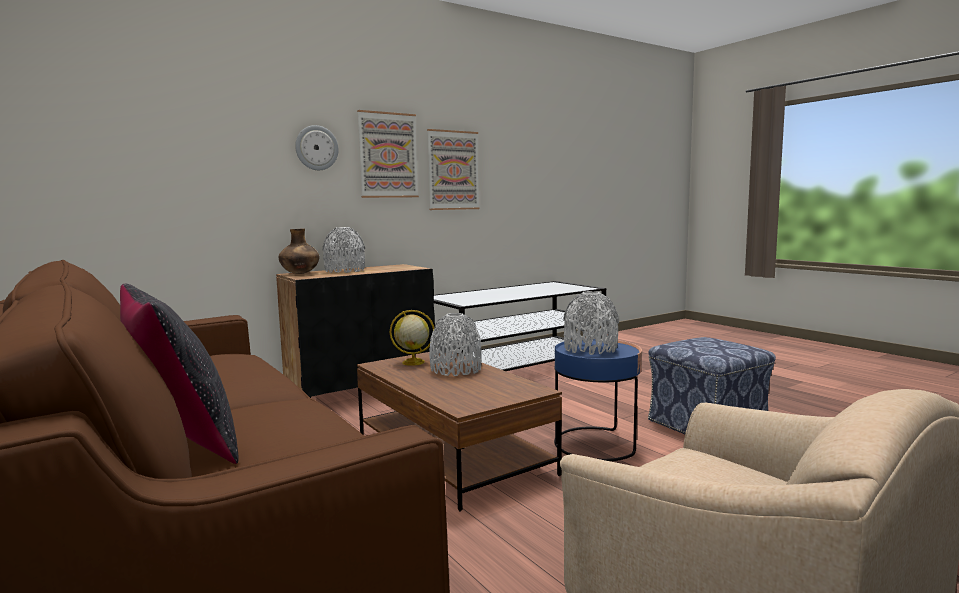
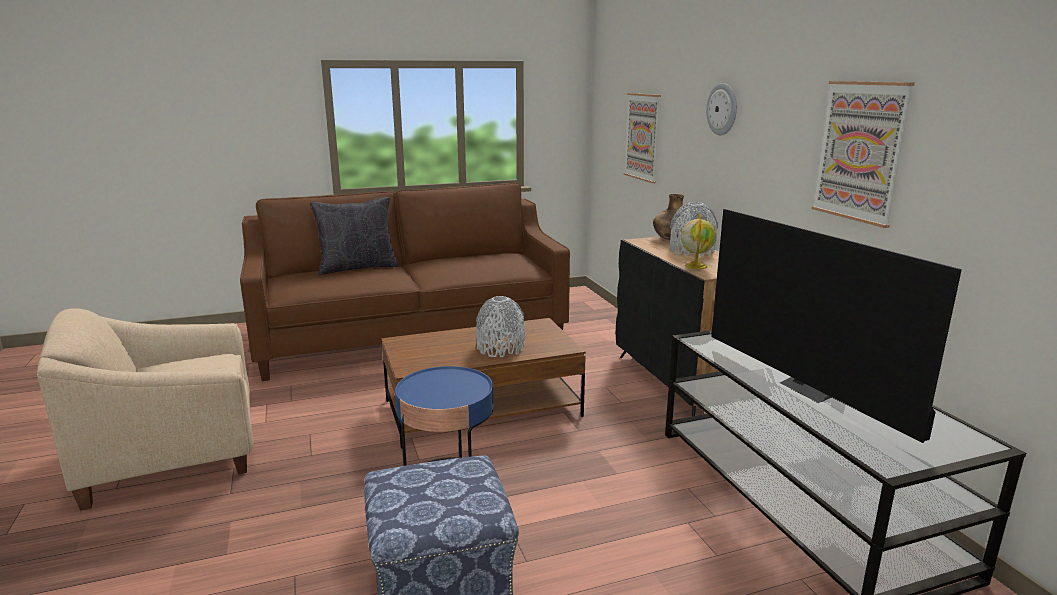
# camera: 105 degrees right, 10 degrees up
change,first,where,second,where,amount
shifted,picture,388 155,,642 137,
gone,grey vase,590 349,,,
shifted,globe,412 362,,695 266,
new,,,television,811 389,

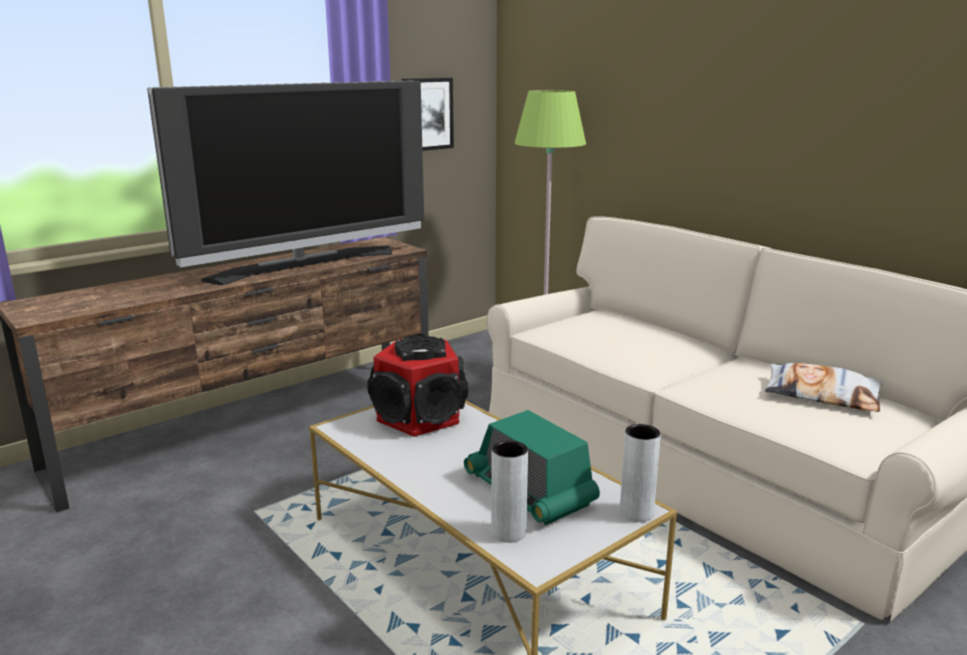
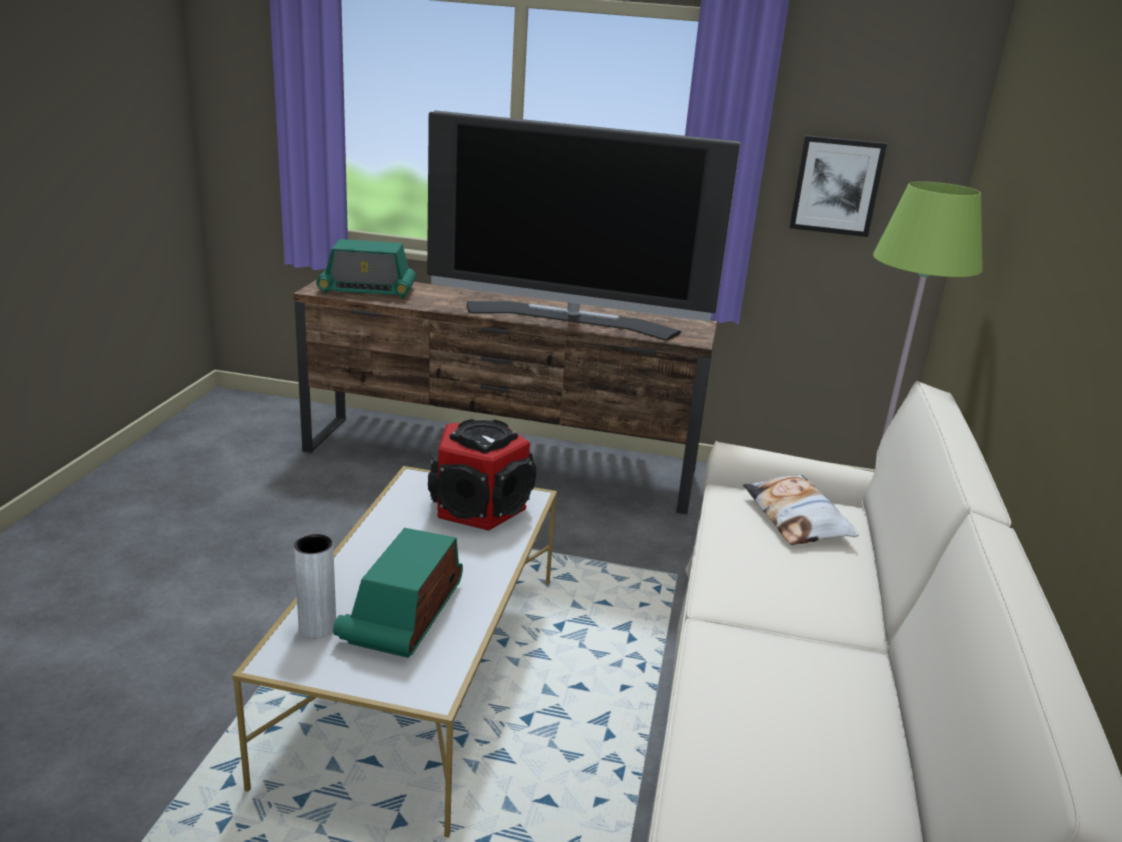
# camera: 50 degrees right, 5 degrees up
change,first,where,second,where,amount
shifted,pillow,822 395,,797 518,
gone,grey vase,636 513,,,
new,,,radio,367 290,

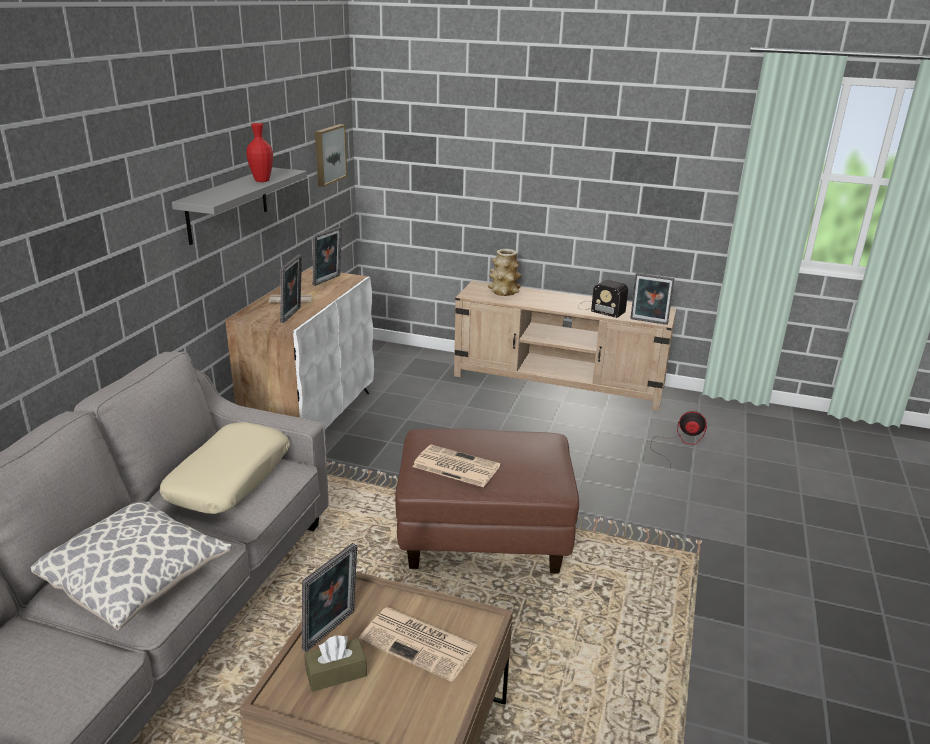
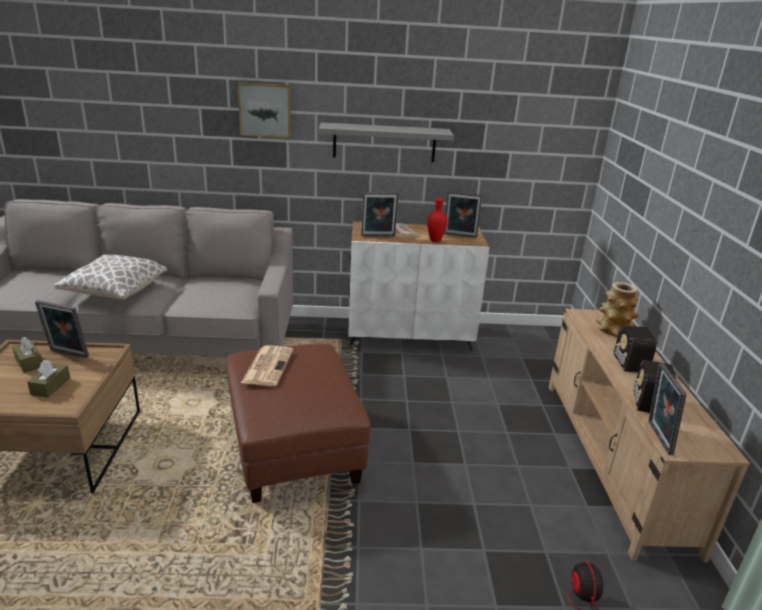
# camera: 70 degrees right, 0 degrees up
change,first,where,second,where,amount
shifted,red vase,262 181,,435 240,
shifted,picture,328 154,,265 110,
gone,beige pillow,229 478,,,
swapped,newspaper,420 643,brown tissue box,50 386,
new,,,radio,629 356,

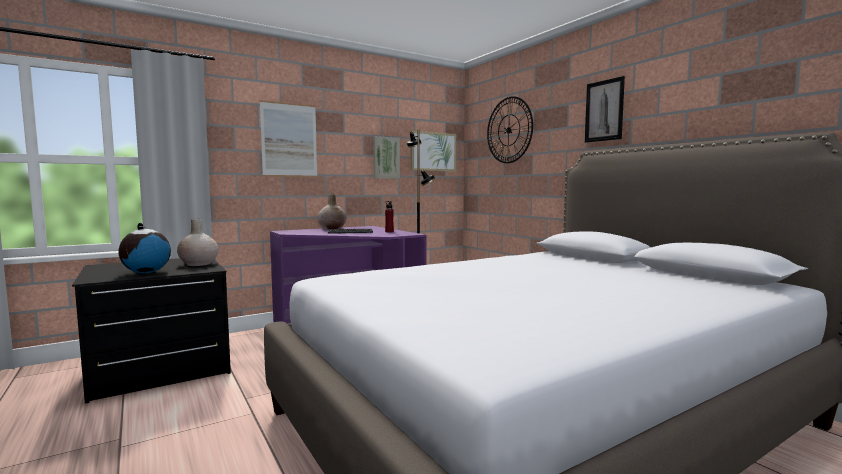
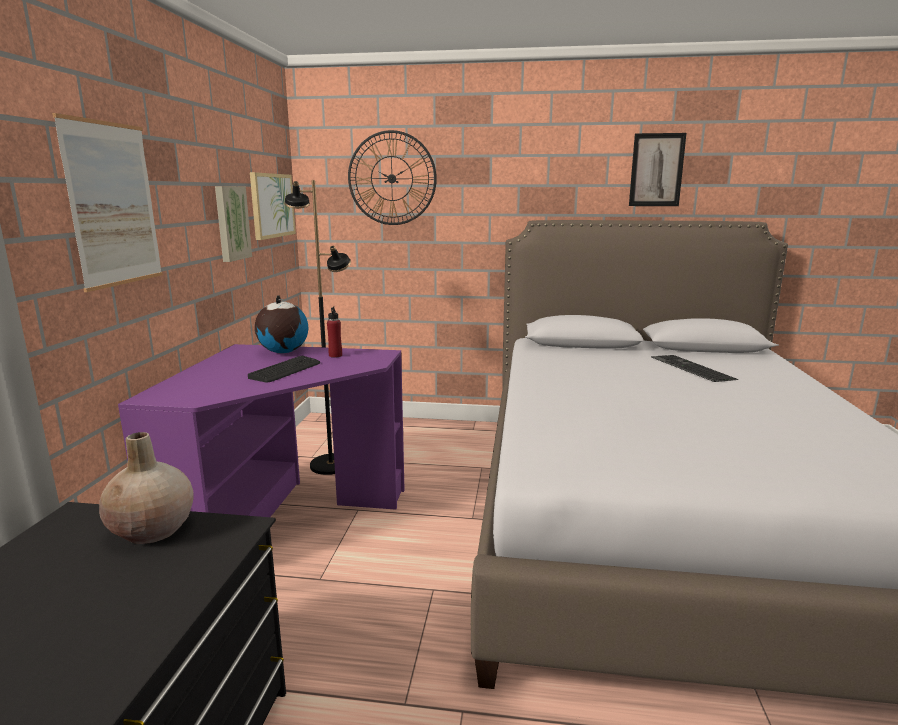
# camera: 50 degrees left, 10 degrees up
change,first,where,second,where,amount
shifted,picture,604 110,,656 170,
gone,beige vase,332 228,,,
shifted,globe,146 272,,283 352,
new,,,keyboard,689 368,

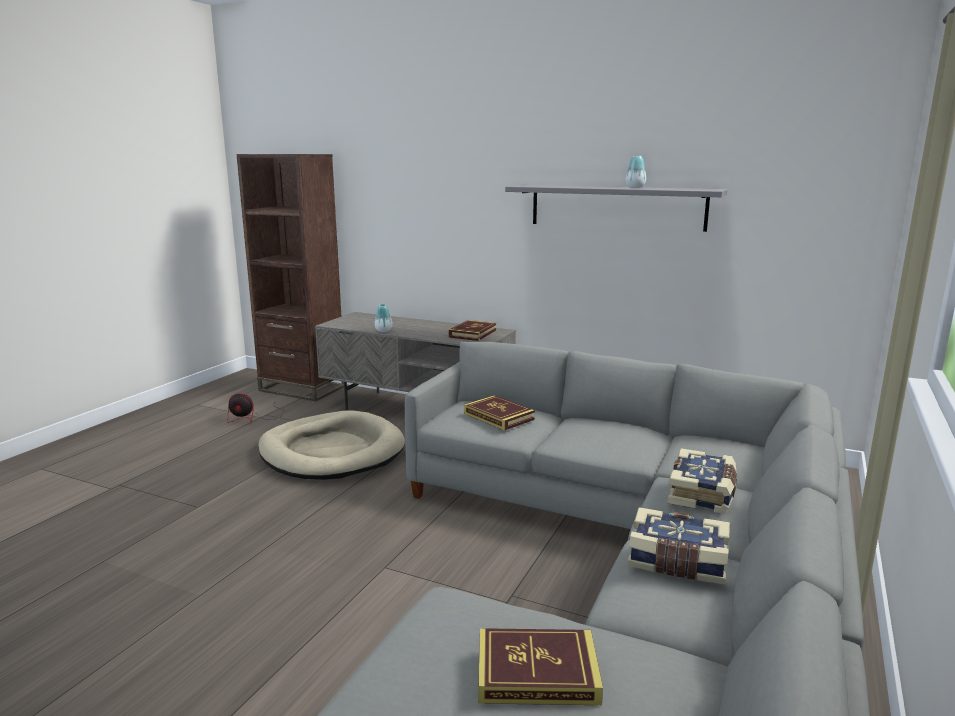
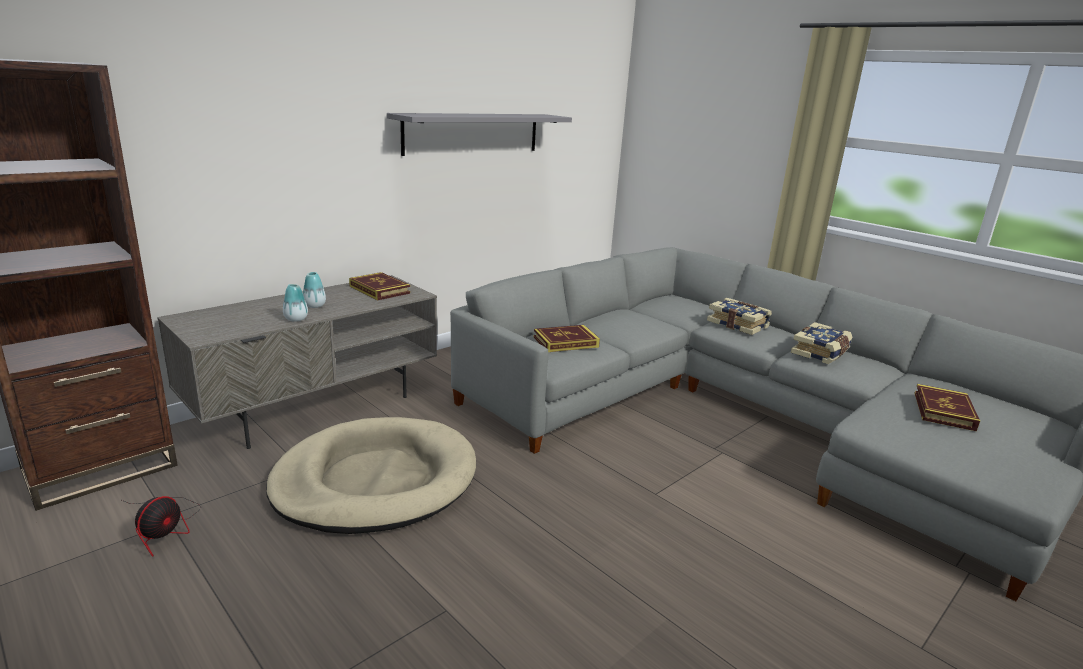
# camera: 70 degrees left, 5 degrees up
change,first,where,second,where,amount
shifted,vase,635 187,,314 306,

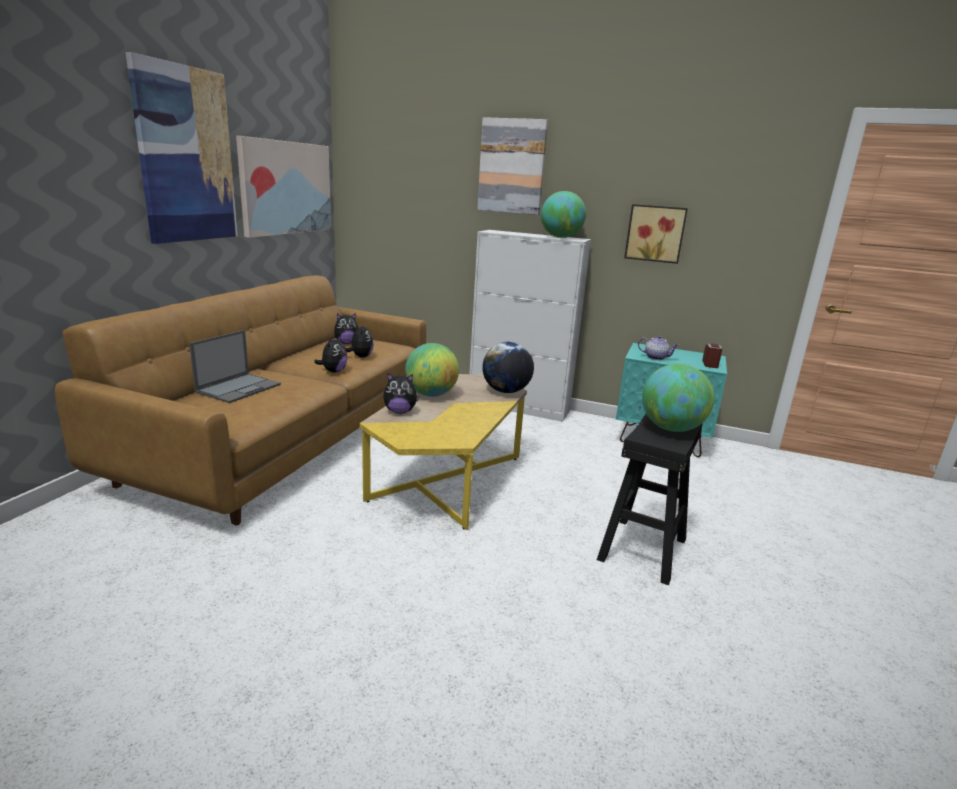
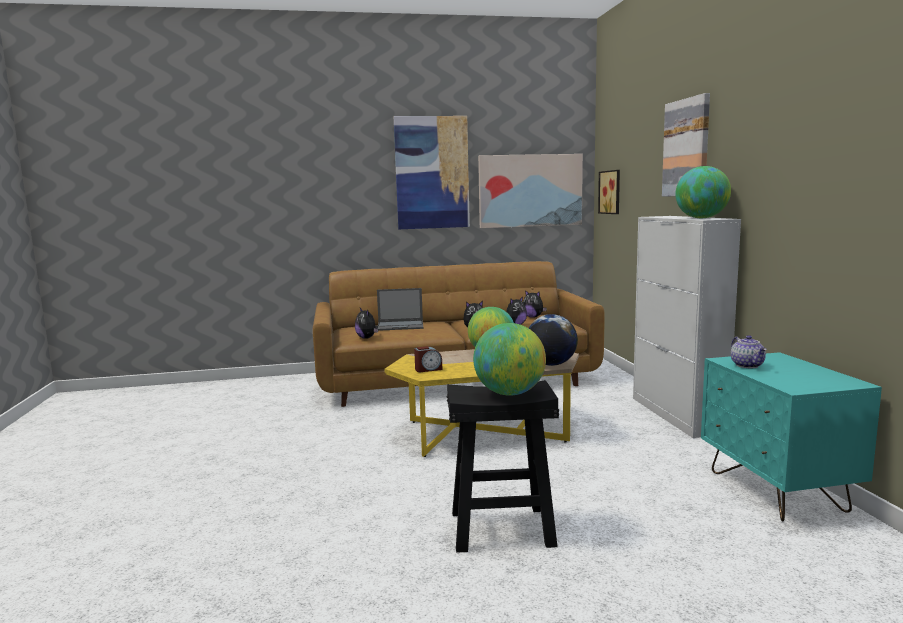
# camera: 60 degrees right, 10 degrees down
change,first,where,second,where,amount
shifted,picture,655 233,,611 192,
shifted,alarm clock,710 364,,428 369,
shifted,plush toy,400 411,,367 338,

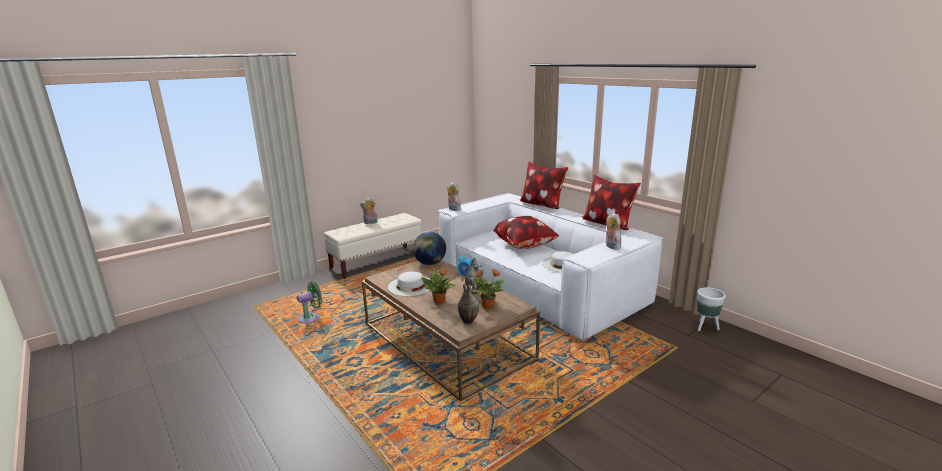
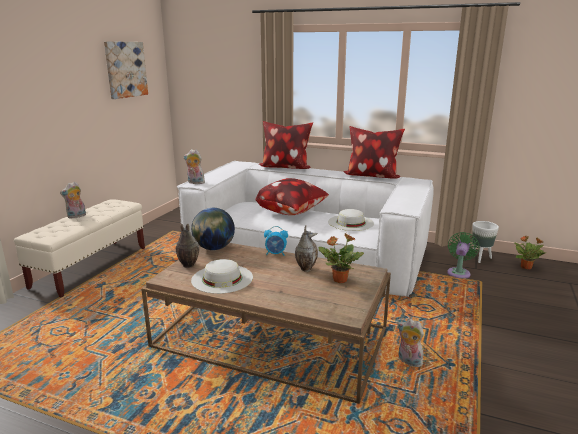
# camera: 30 degrees left, 0 degrees up
change,first,where,second,where,amount
shifted,plush toy,611 246,,408 361,
shifted,potted plant,439 301,,526 267,
shifted,green fan,311 318,,459 272,
shifted,vase,467 321,,188 265,
new,,,picture,125 69,

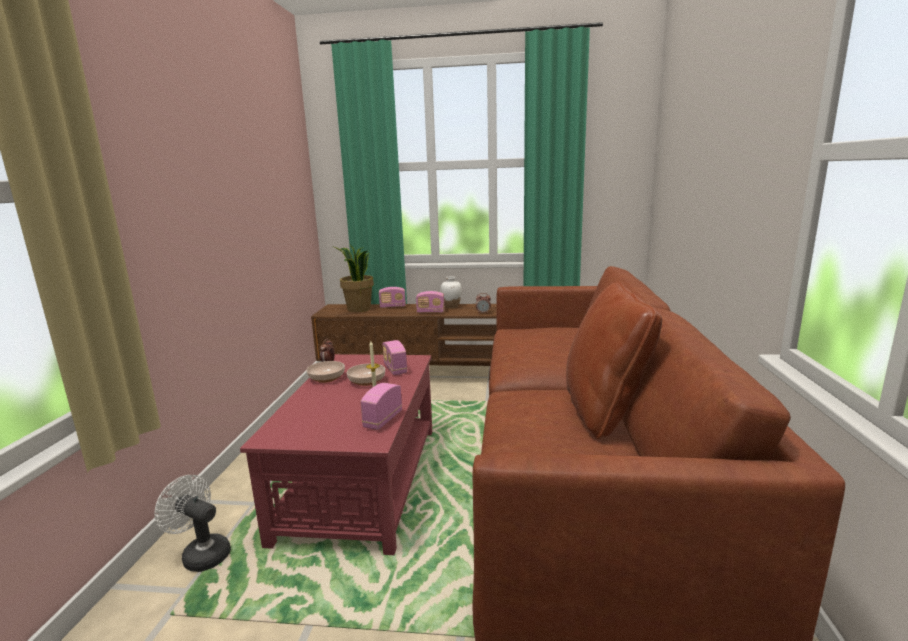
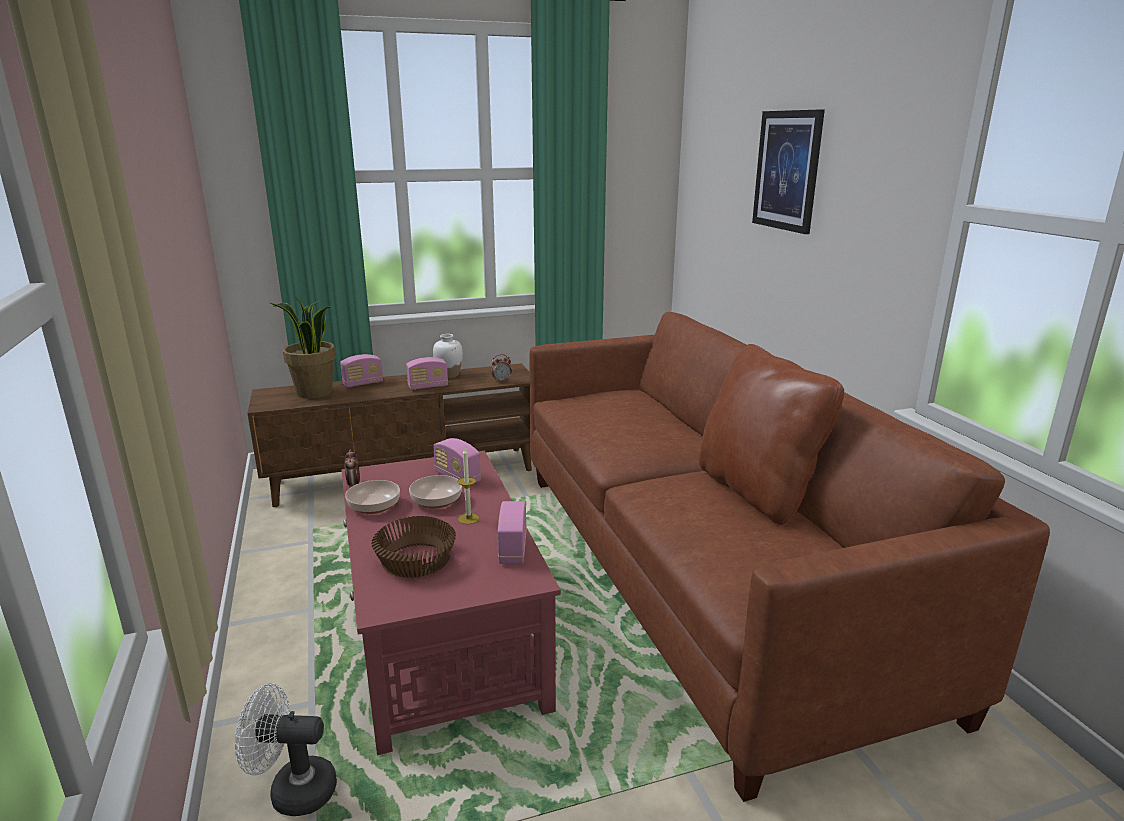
# camera: 25 degrees left, 5 degrees up
change,first,where,second,where,amount
new,,,picture,787 170,
new,,,brown bowl,416 559,

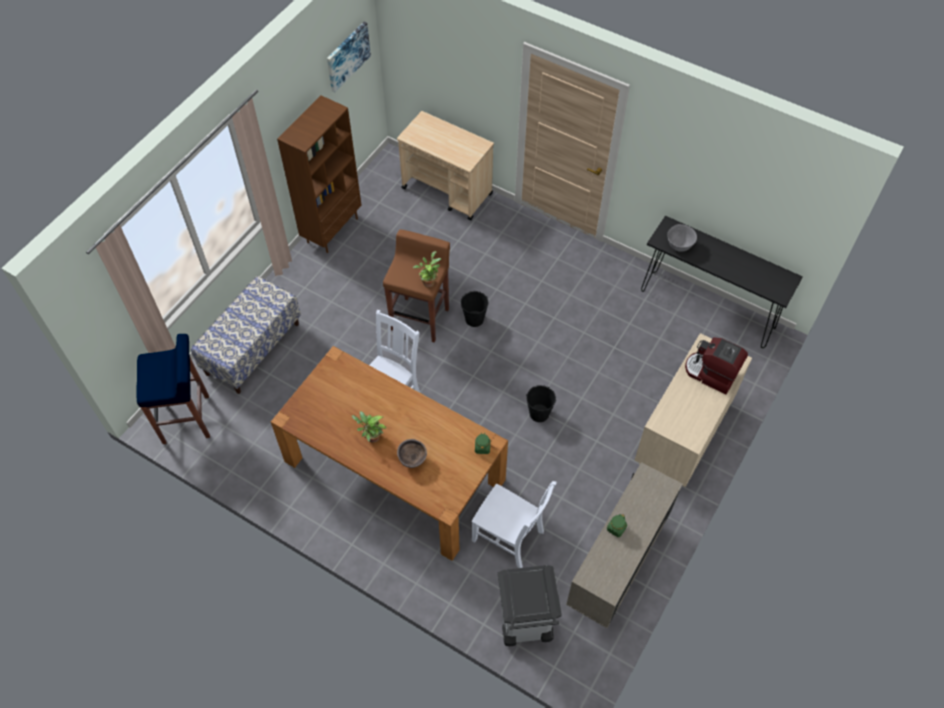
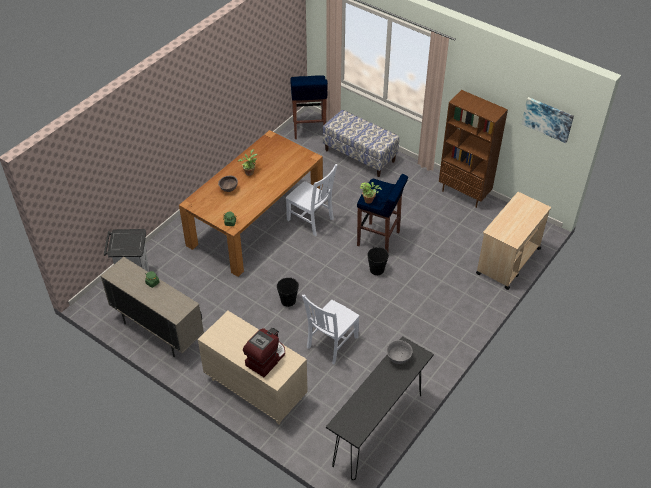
# camera: 95 degrees right, 10 degrees down
change,first,where,second,where,amount
repainted,brown stool,420 318,blue stool,379 239,
shifted,white chair,510 537,,331 343,

